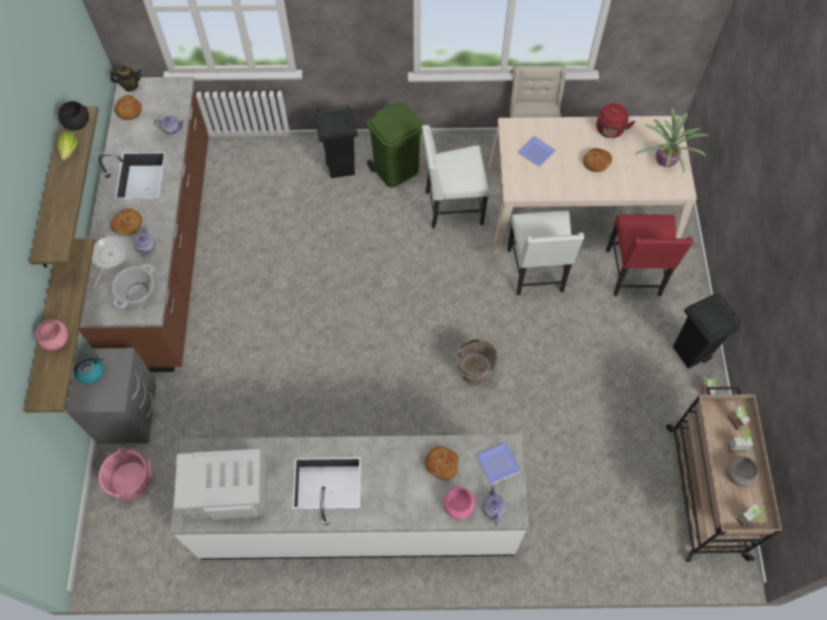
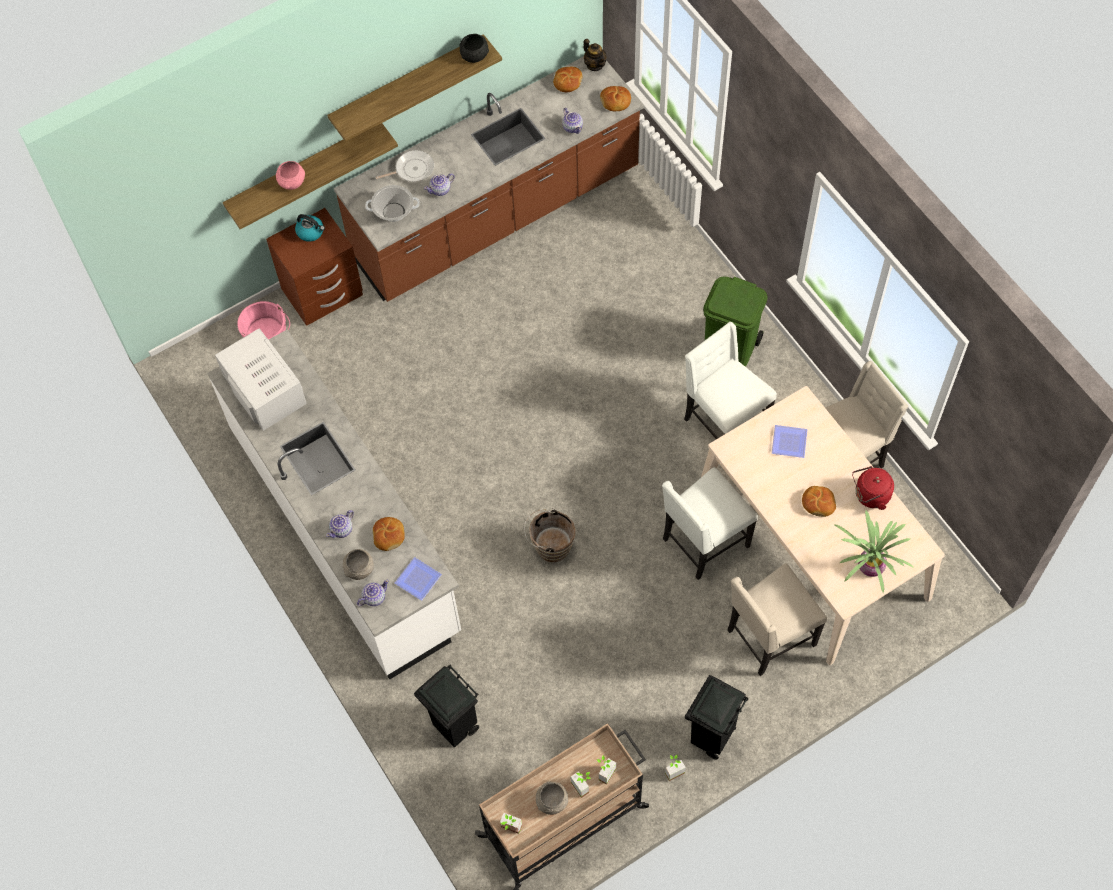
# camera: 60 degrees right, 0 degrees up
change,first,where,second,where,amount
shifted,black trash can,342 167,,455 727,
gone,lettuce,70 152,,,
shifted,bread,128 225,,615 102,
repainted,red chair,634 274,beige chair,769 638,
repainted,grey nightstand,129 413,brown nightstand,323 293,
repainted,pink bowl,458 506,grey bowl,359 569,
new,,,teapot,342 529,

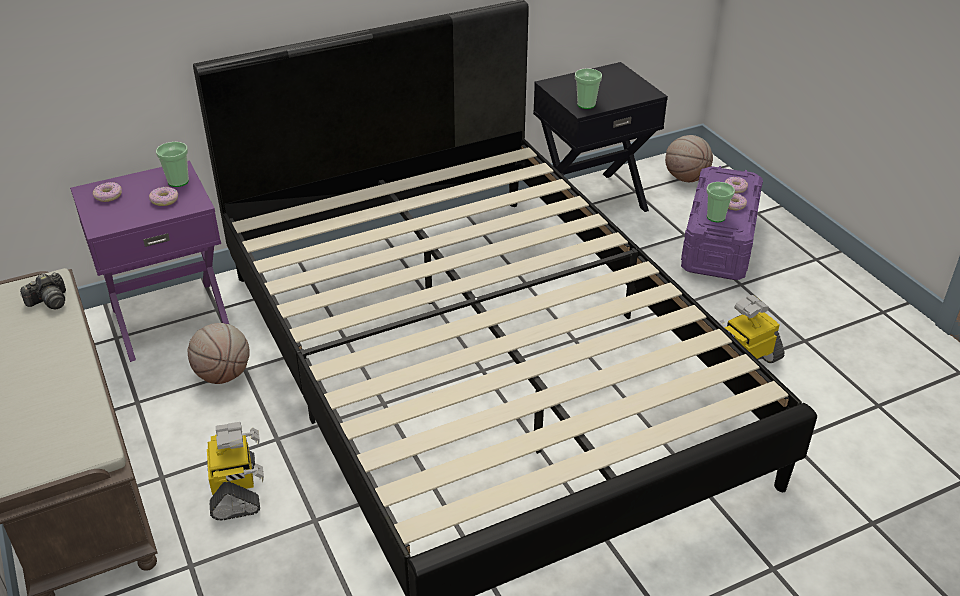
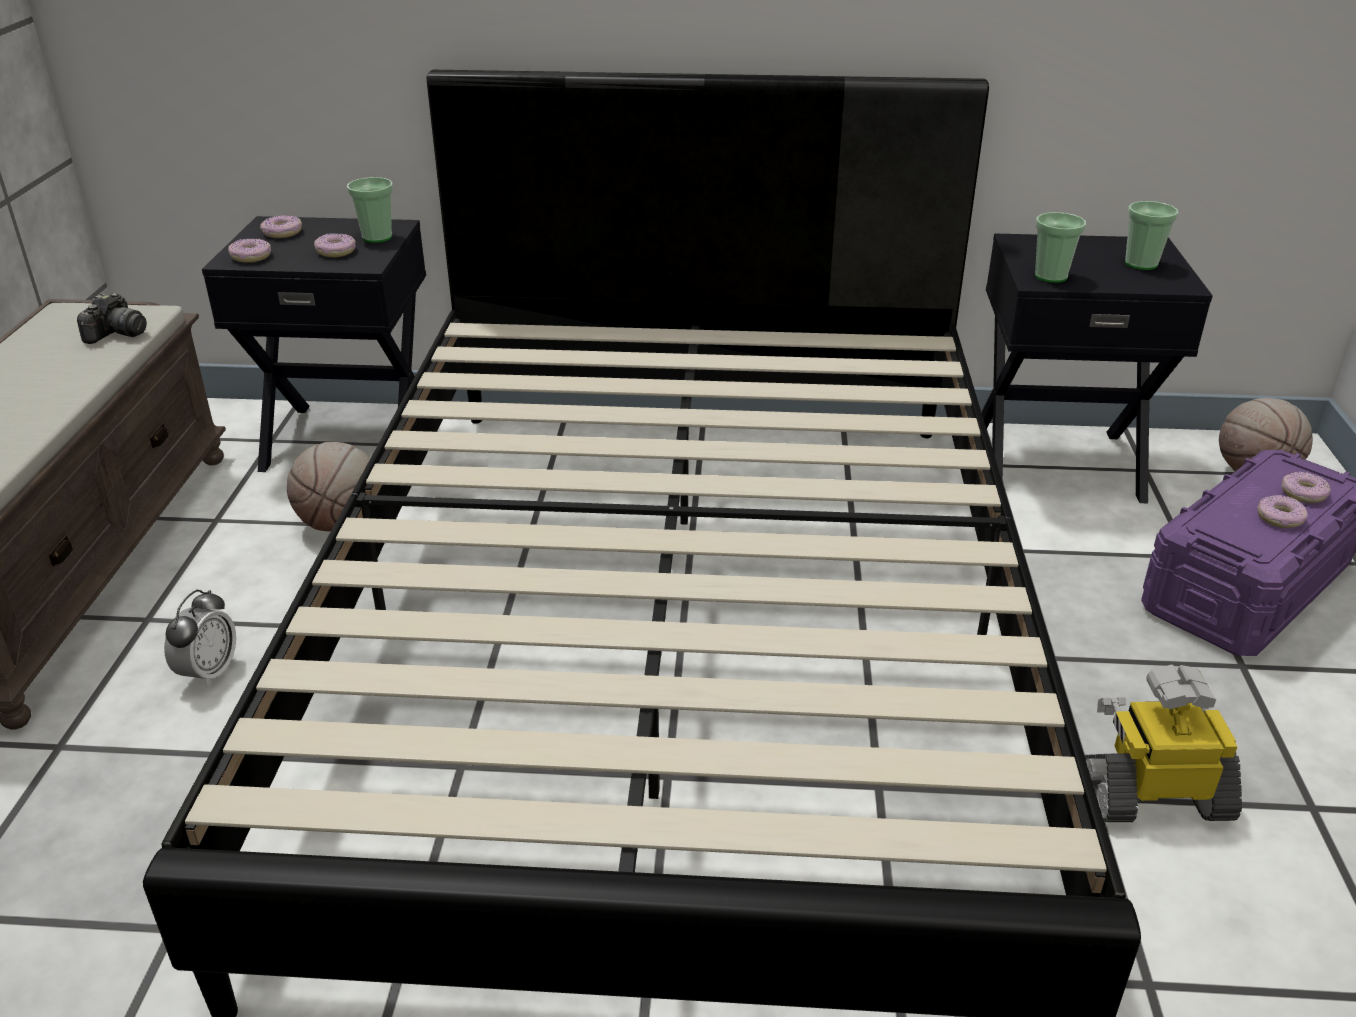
# camera: 30 degrees right, 5 degrees down
change,first,where,second,where,amount
repainted,purple nightstand,170 318,black nightstand,350 438,
shifted,cup,716 217,,1141 264,
rotated,photo camera,49 301,,117 334,60 degrees counterclockwise
swapped,toy robot,236 490,alarm clock,209 672,
new,,,donut,251 257,

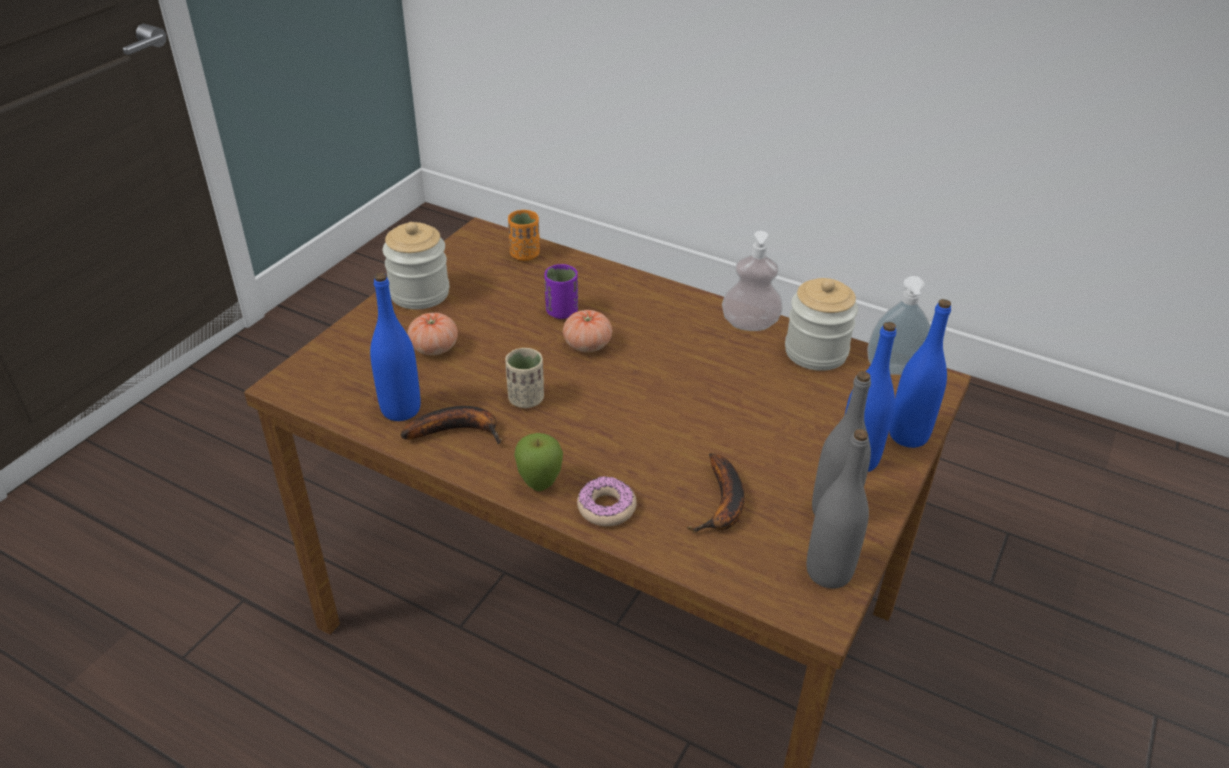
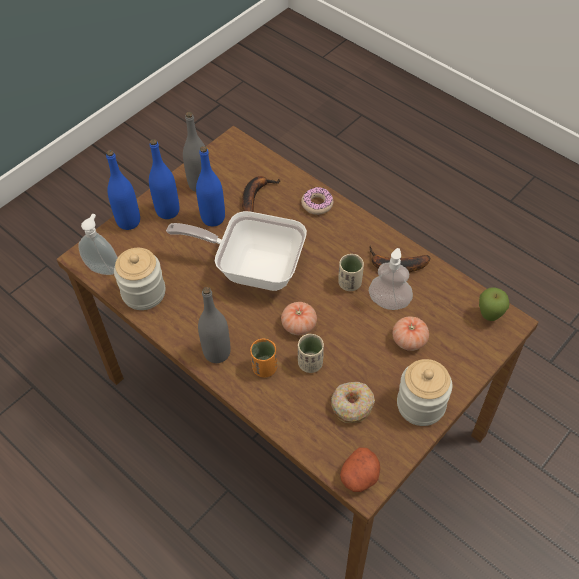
# camera: 165 degrees left, 15 degrees up
change,first,where,second,where,amount
shifted,orange cup,525 255,,264 368,
shifted,soap dispenser,749 324,,389 301,
repainted,purple cup,561 312,beige cup,310 363,
shifted,blue bottle,401 409,,213 218,
shifted,grey bottle,828 572,,217 352,
shifted,apple,539 485,,489 316,
new,,,frying pan,252 267,
new,,,donut,351 405,
new,,,potato,360 476,

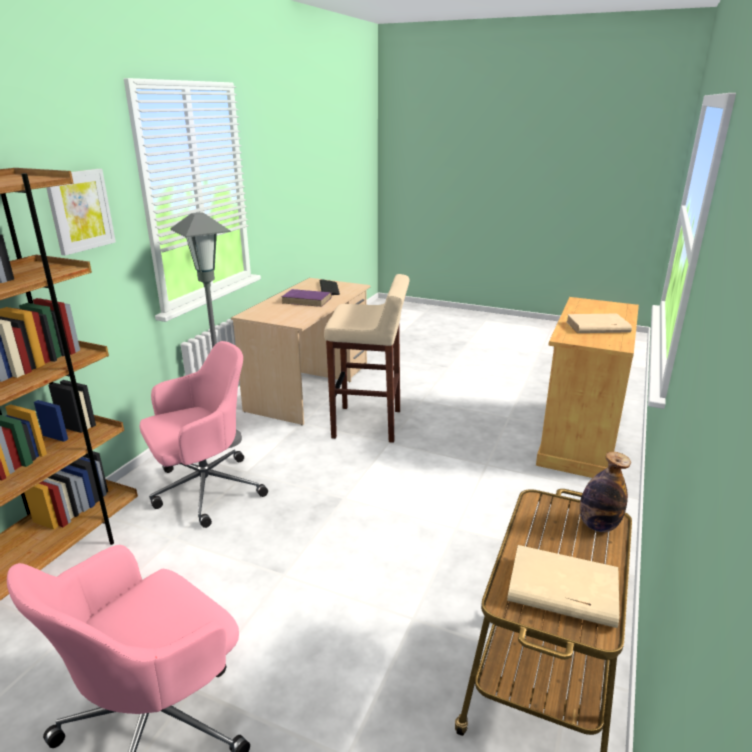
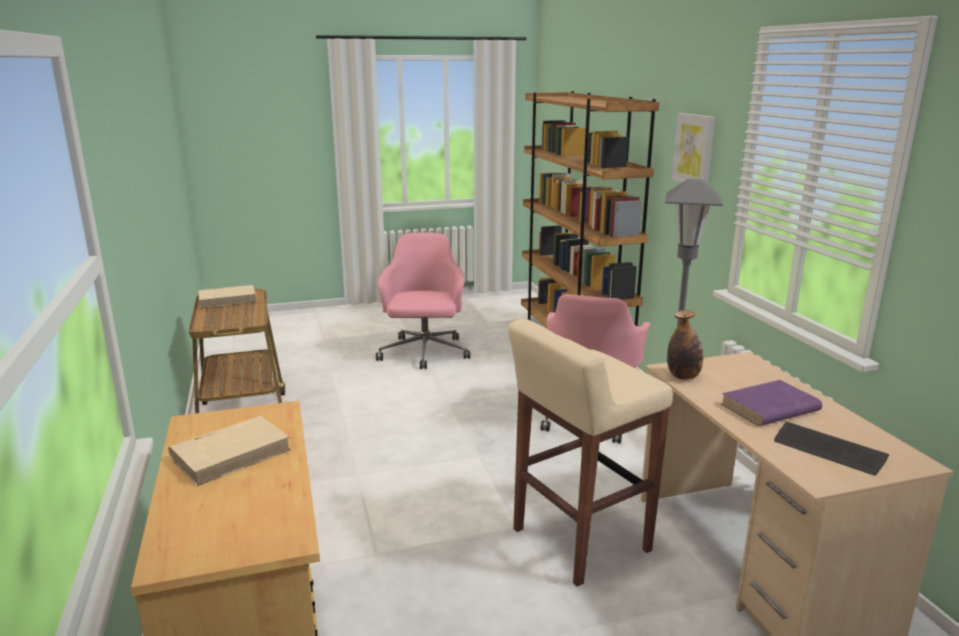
# camera: 140 degrees right, 5 degrees down
change,first,where,second,where,amount
shifted,bottle,598 525,,683 376,

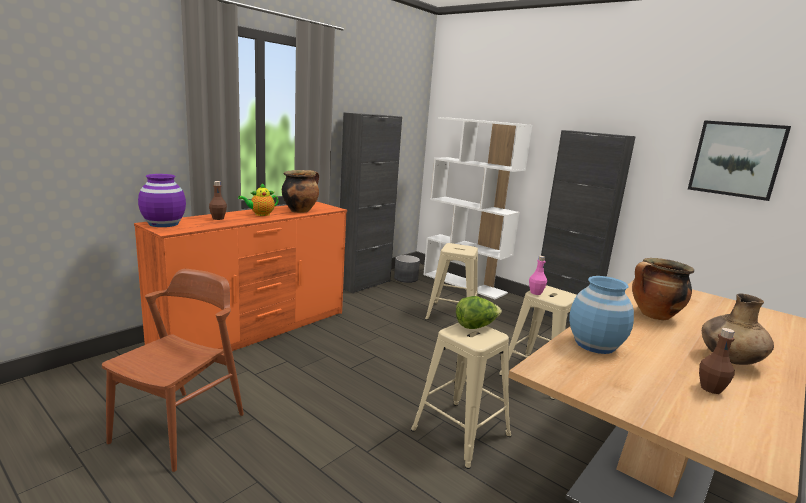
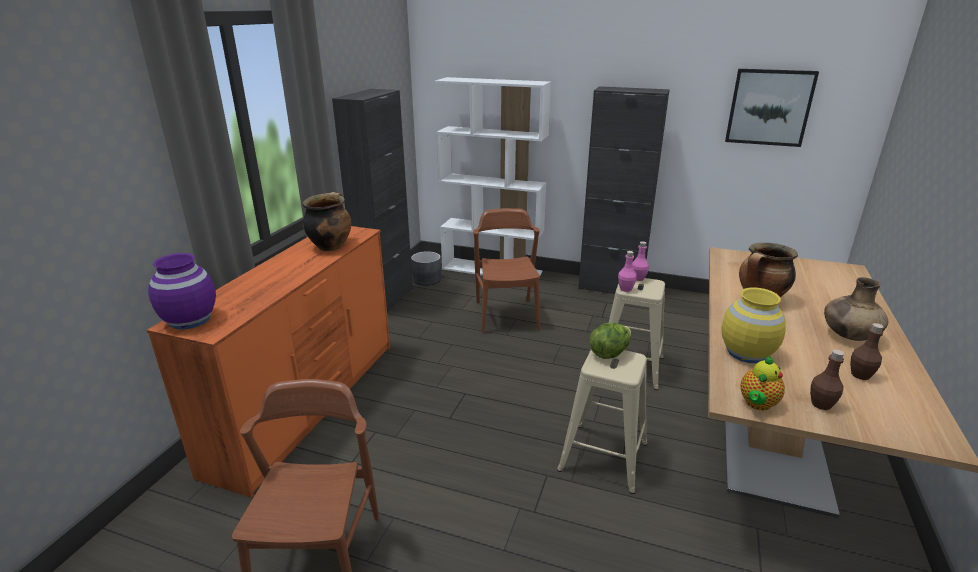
# camera: 20 degrees left, 10 degrees up
change,first,where,second,where,amount
shifted,brown bottle,218 218,,821 404,
shifted,teapot,260 214,,757 404,
swapped,beige stool,453 314,brown chair,506 315,
repainted,blue vase,594 344,yellow vase,746 353,
new,,,pink bottle,638 278,

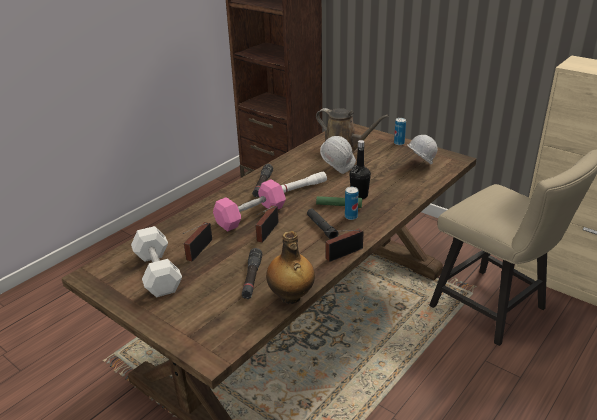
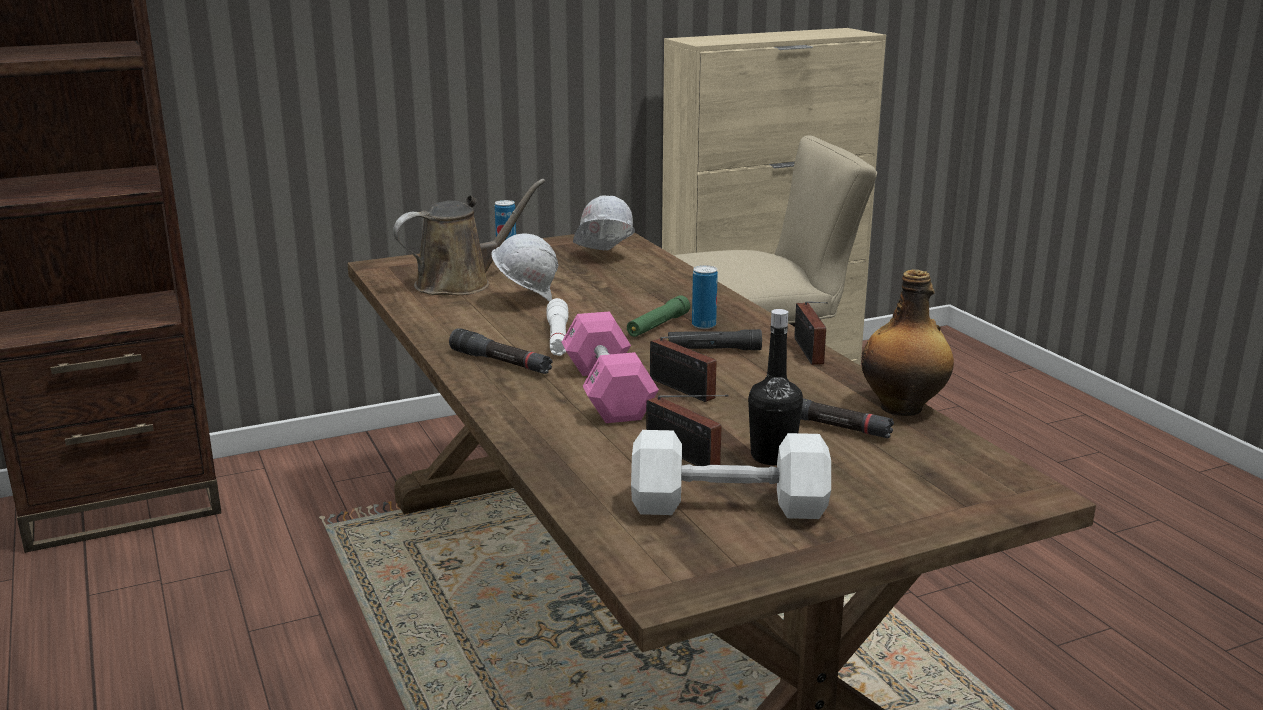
# camera: 65 degrees left, 10 degrees down
change,first,where,second,where,amount
shifted,black bottle,359 195,,772 456,

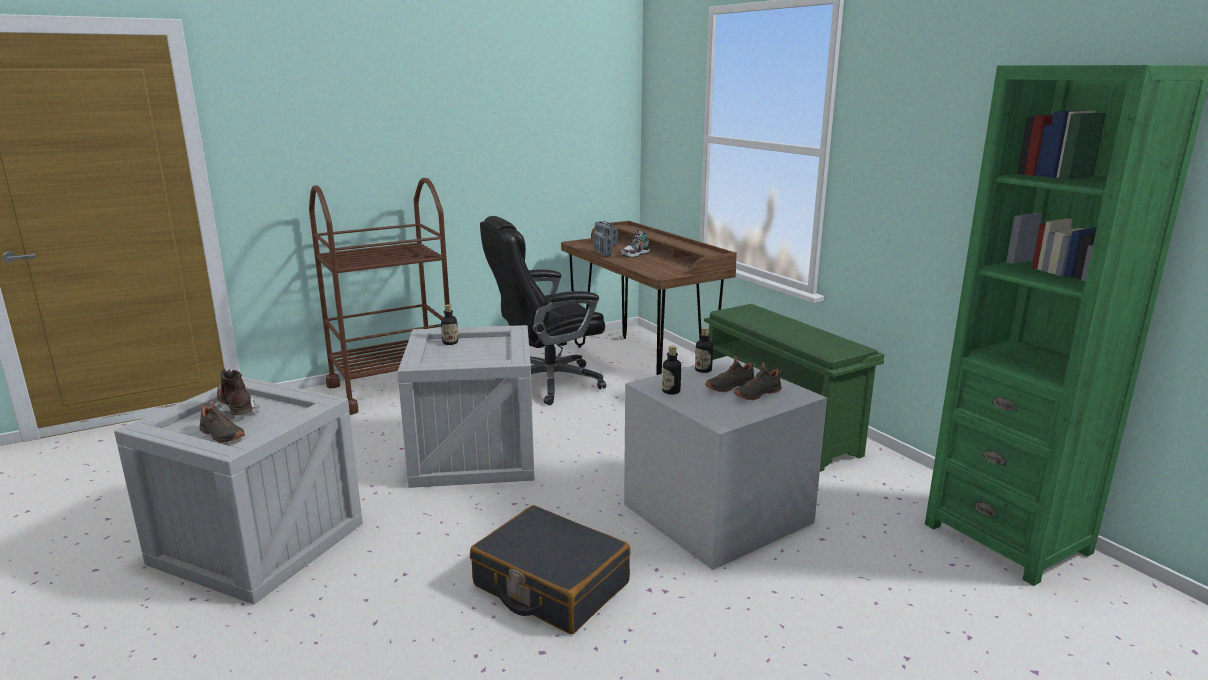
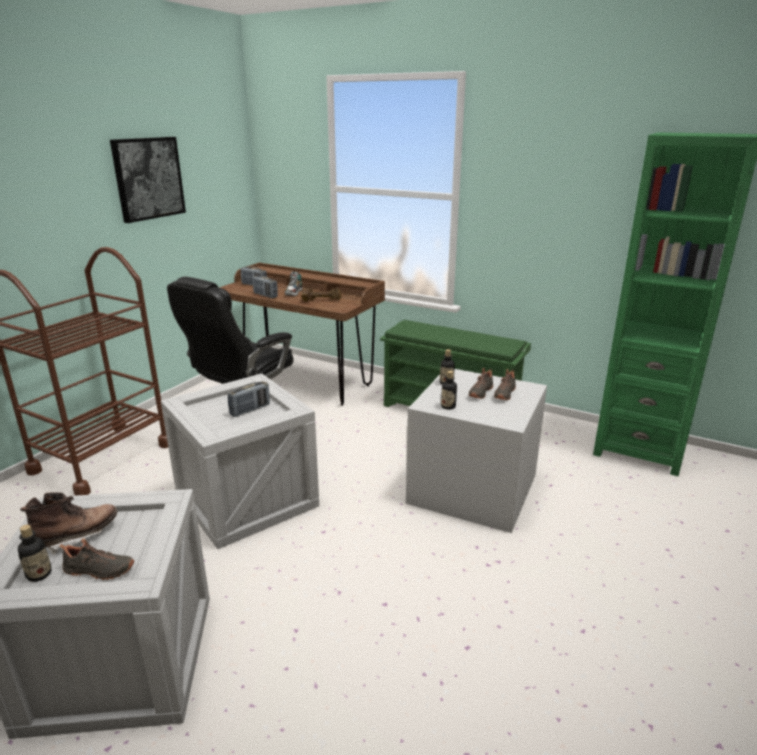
# camera: 30 degrees left, 5 degrees up
change,first,where,second,where,amount
shifted,bottle,450 343,,39 574,
rotated,brown boot,236 410,,77 537,120 degrees clockwise
gone,black suitcase,550 585,,,
new,,,picture,148 178,
new,,,brown dumbbell,321 300,
new,,,radio,250 410,

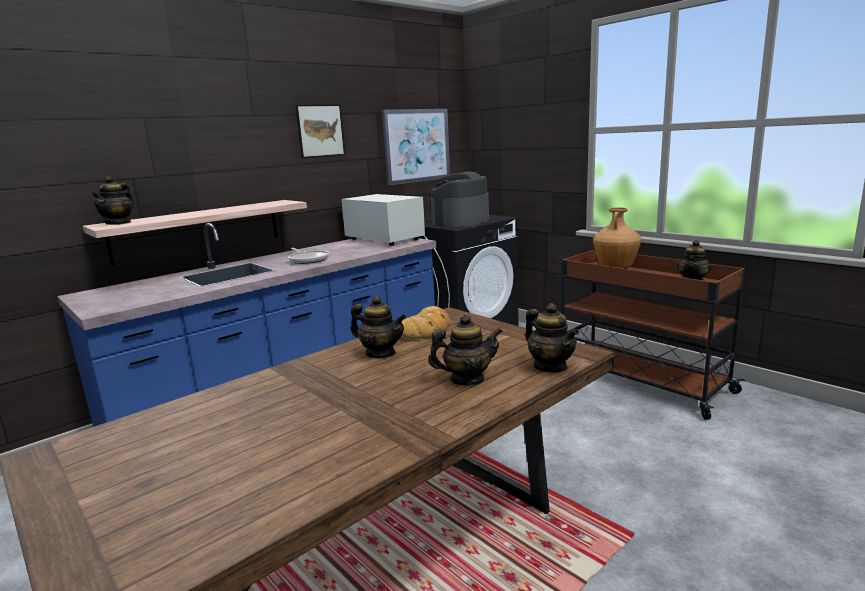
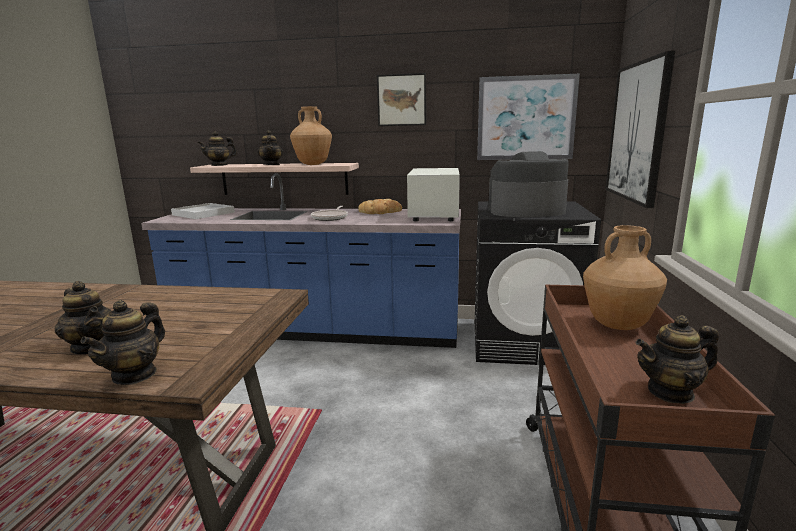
# camera: 50 degrees right, 0 degrees up
change,first,where,second,where,amount
shifted,teapot,380 353,,271 164,
shifted,bread,426 330,,380 212,
new,,,picture,637 132,
new,,,brown vase,312 164,
new,,,white tray,203 213,

